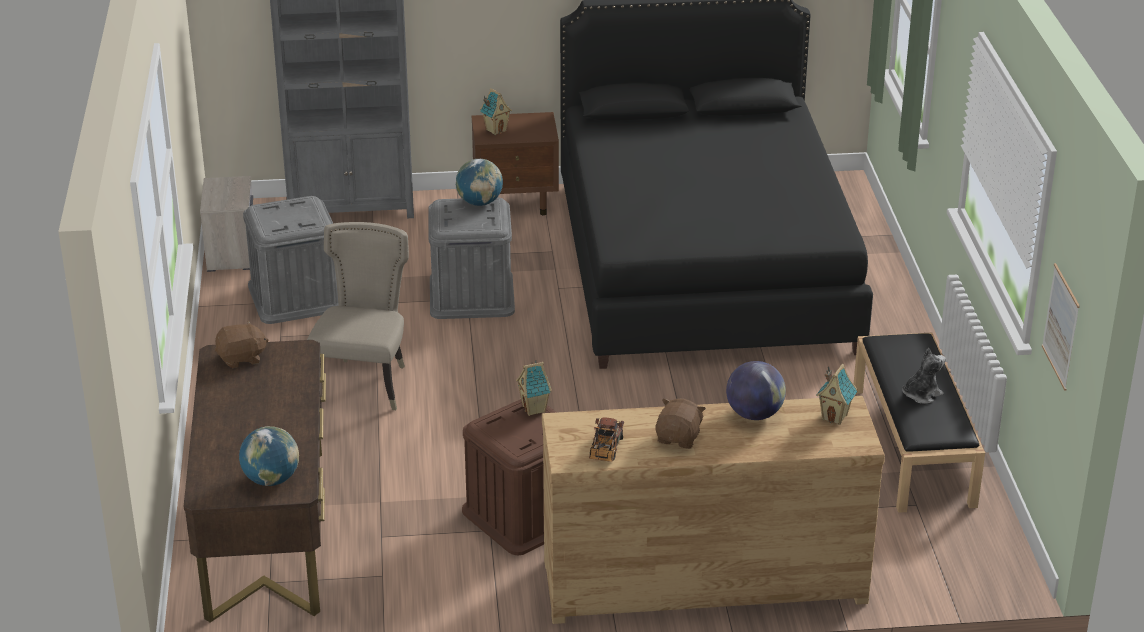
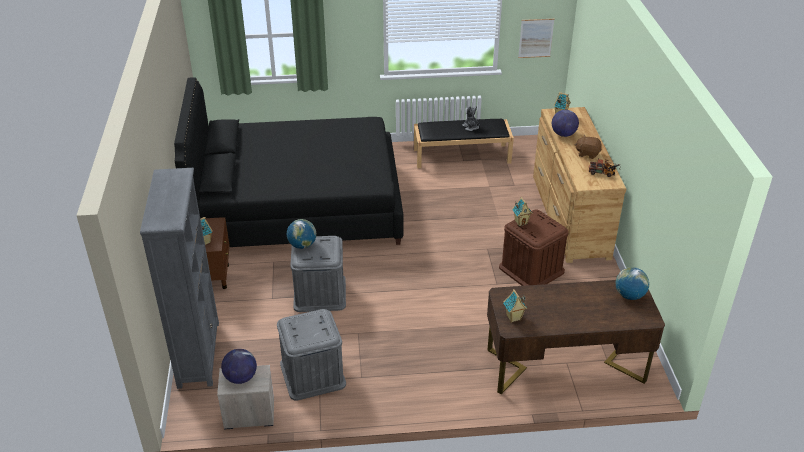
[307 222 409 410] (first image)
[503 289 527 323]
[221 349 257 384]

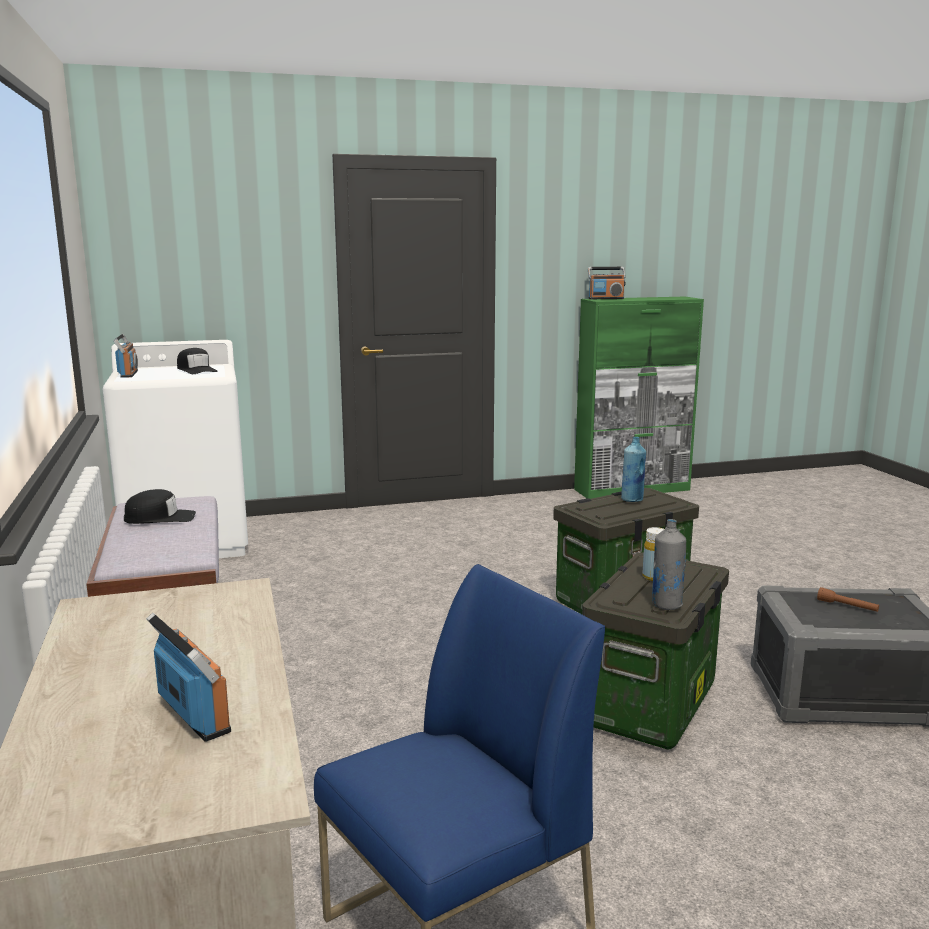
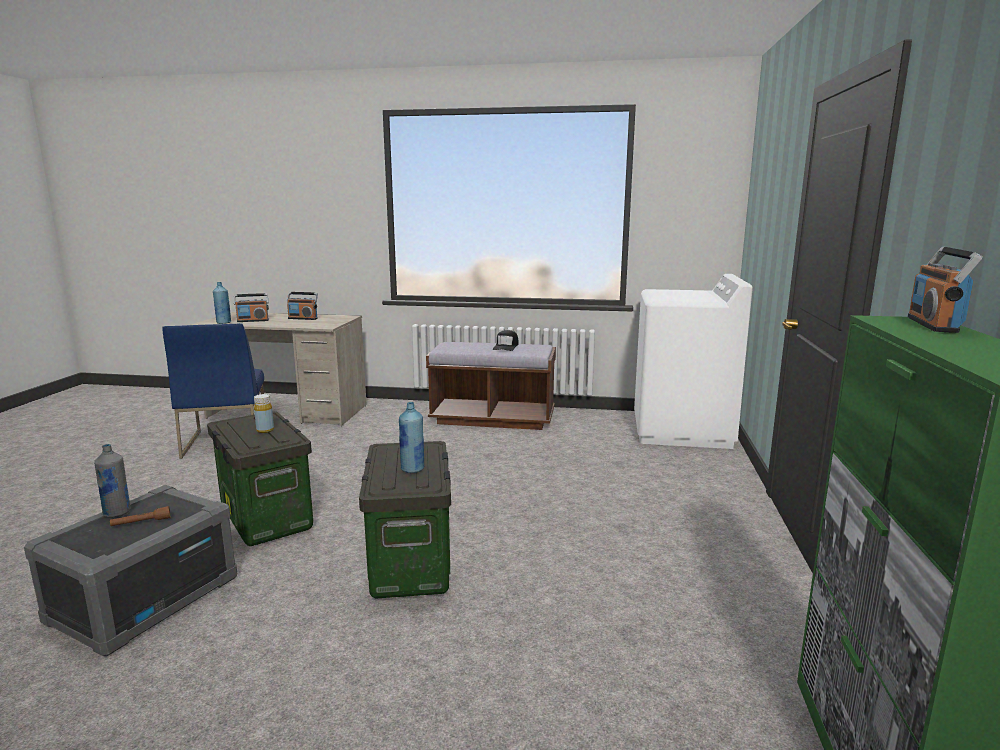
[287 292 318 320]
[177 348 218 374] (first image)
[94 444 130 517]
[213 282 231 324]

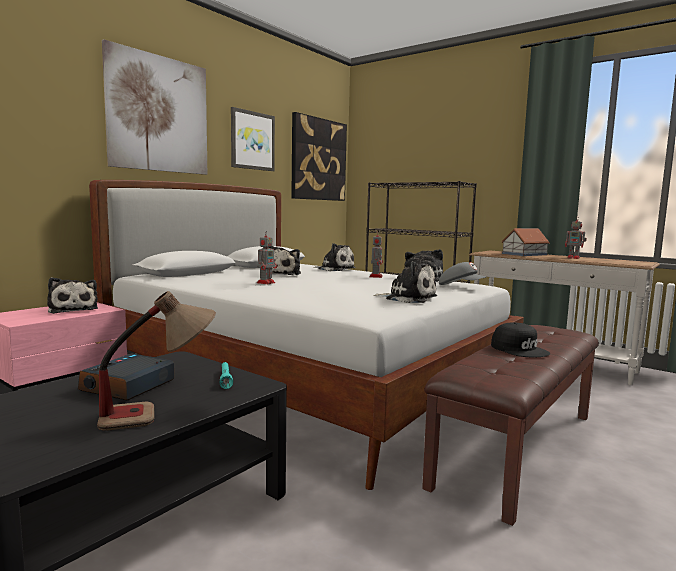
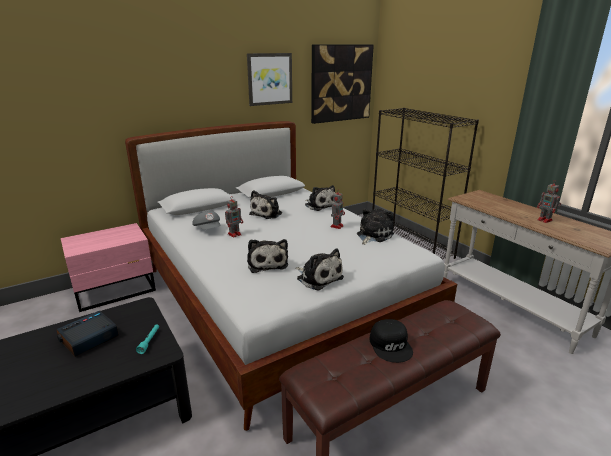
[102 39 207 175] (first image)
[501 228 550 256] (first image)
[192 211 221 229]
[247 239 288 273]
[97 291 216 431] (first image)

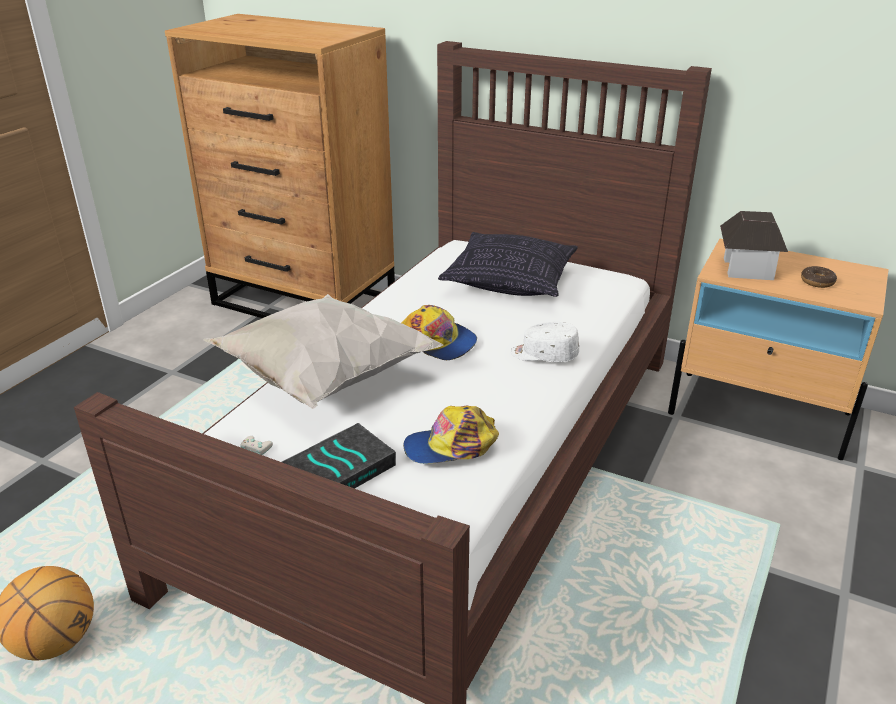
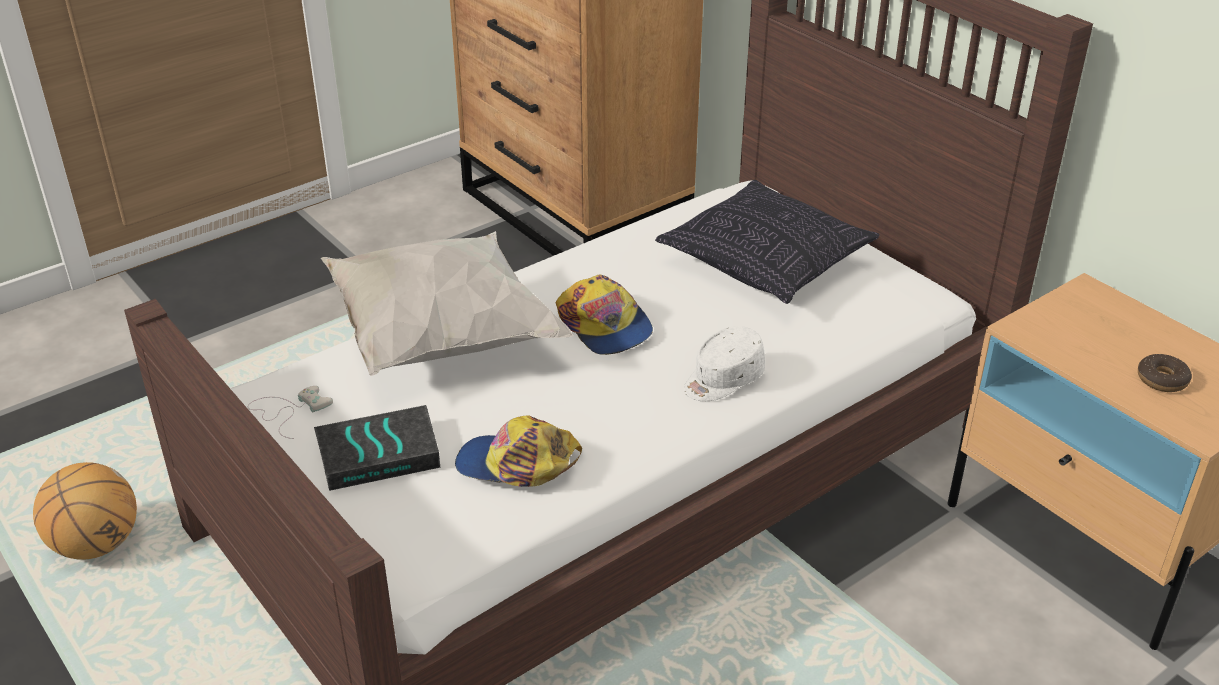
[720 211 788 280] (first image)
[684 326 765 401]

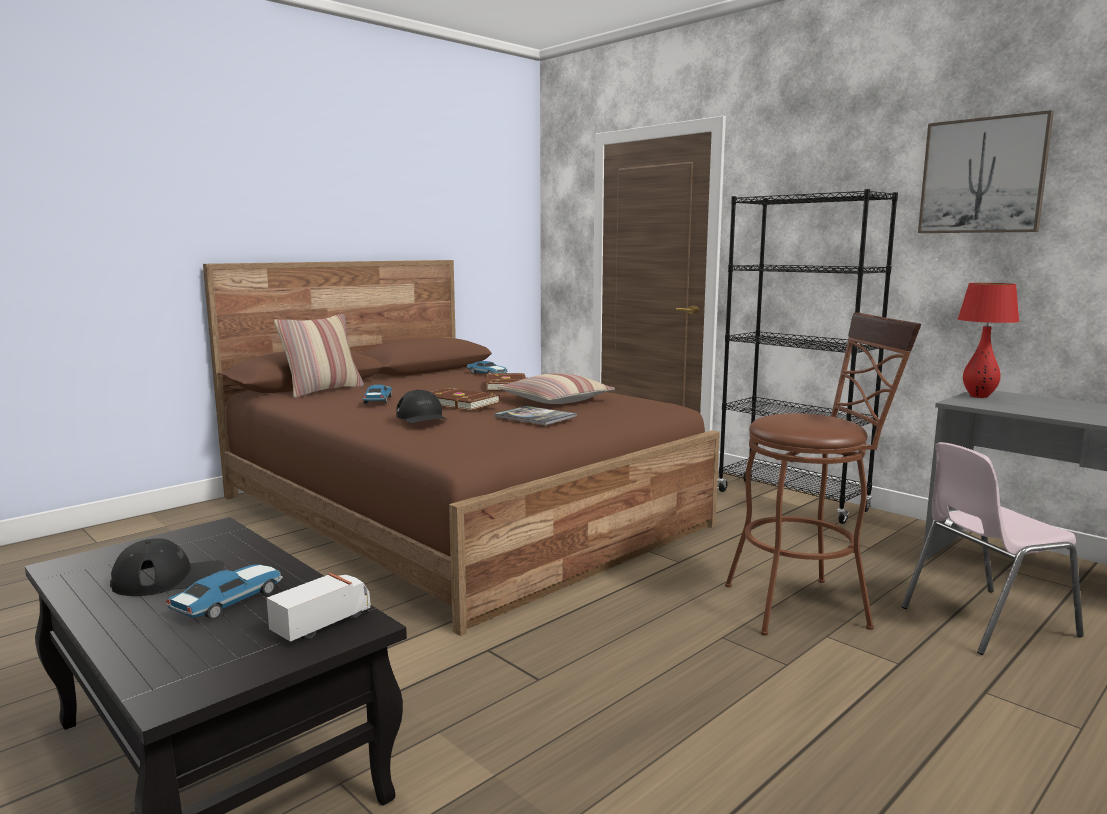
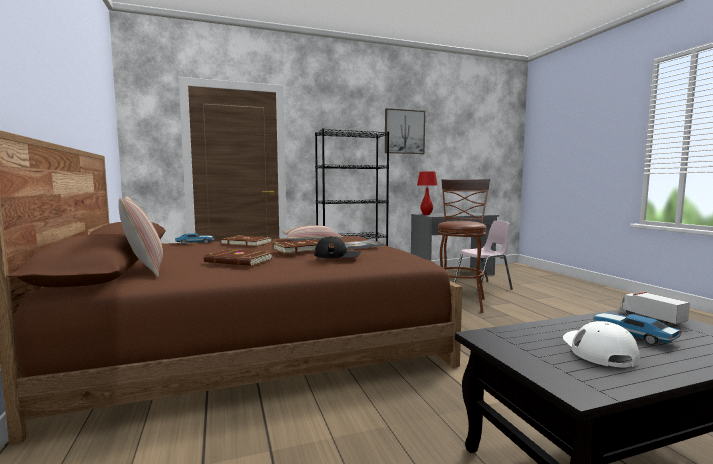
[204 249 273 266]
[453 221 513 294]
[563 321 640 367]

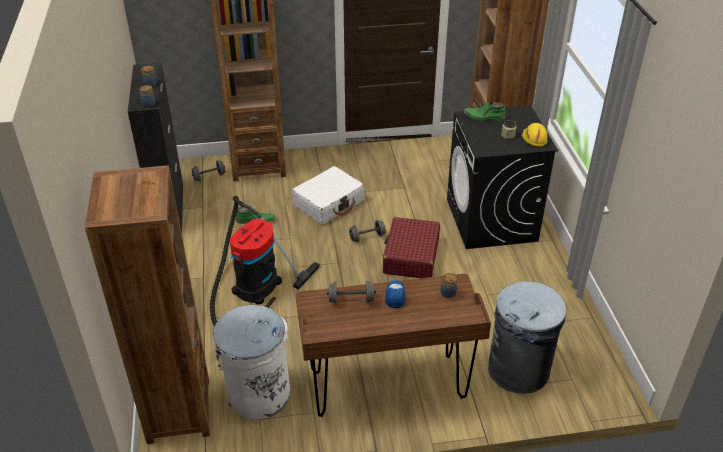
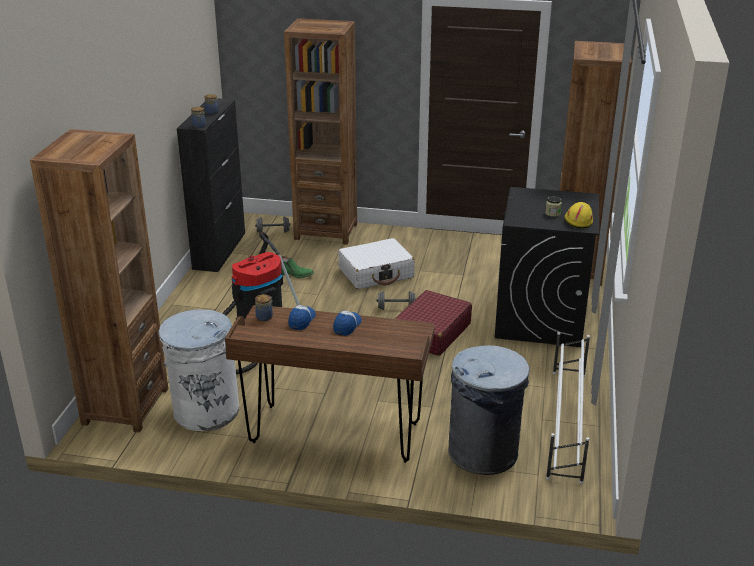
[463 101 506 121] (first image)
[255 294 273 321]
[288 305 316 330]
[546 332 590 484]

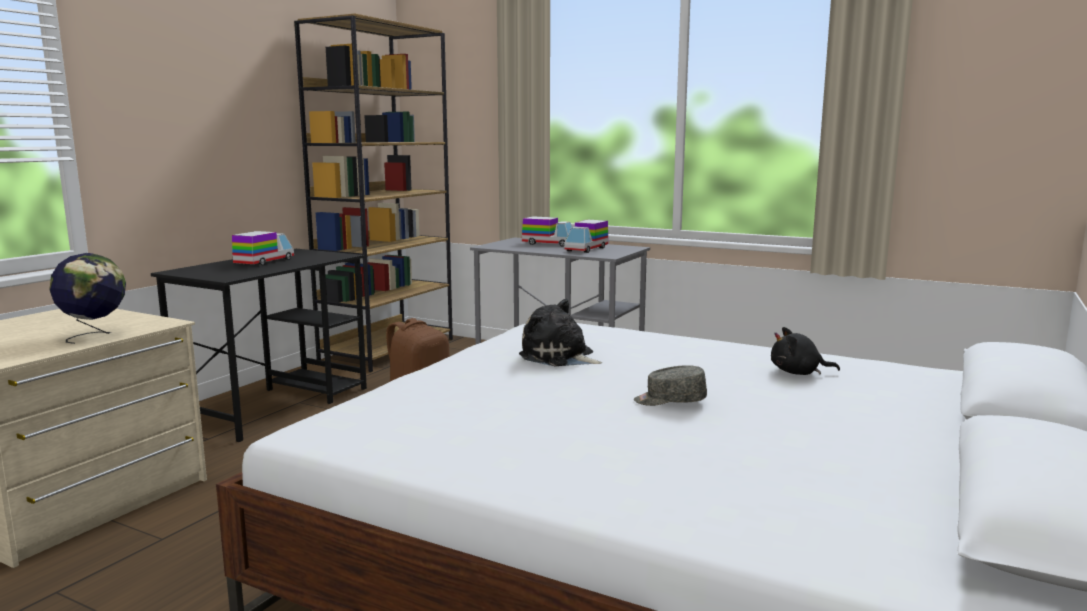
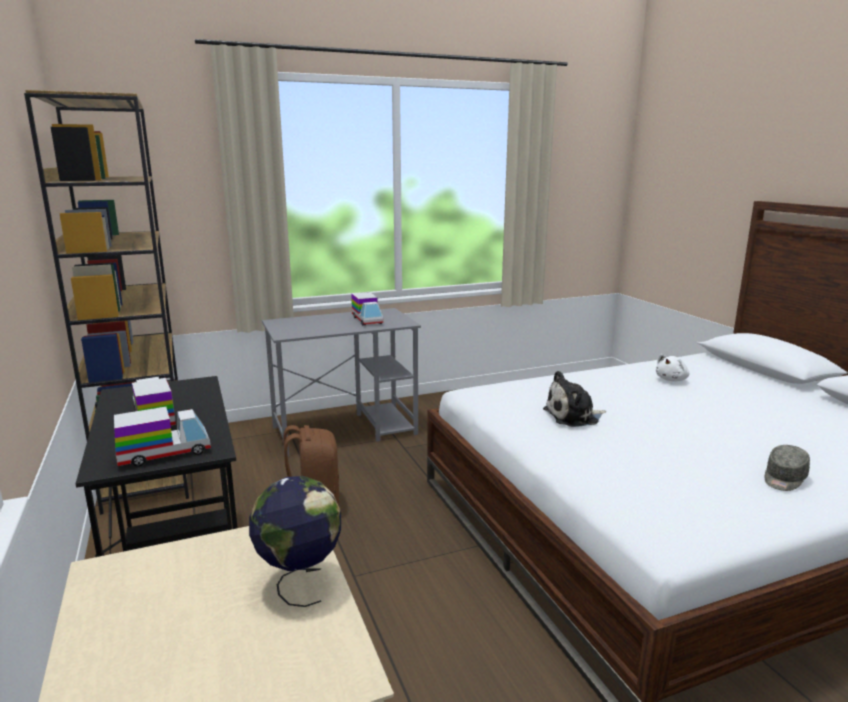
[114 407 211 467]
[656 354 689 381]
[765 445 810 491]

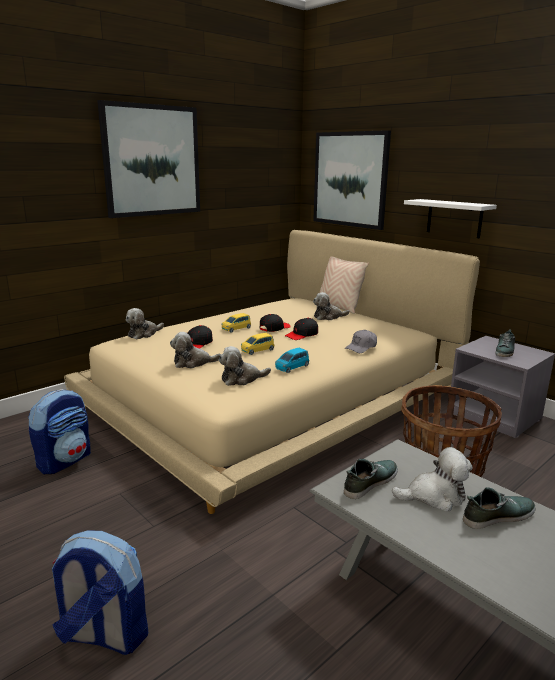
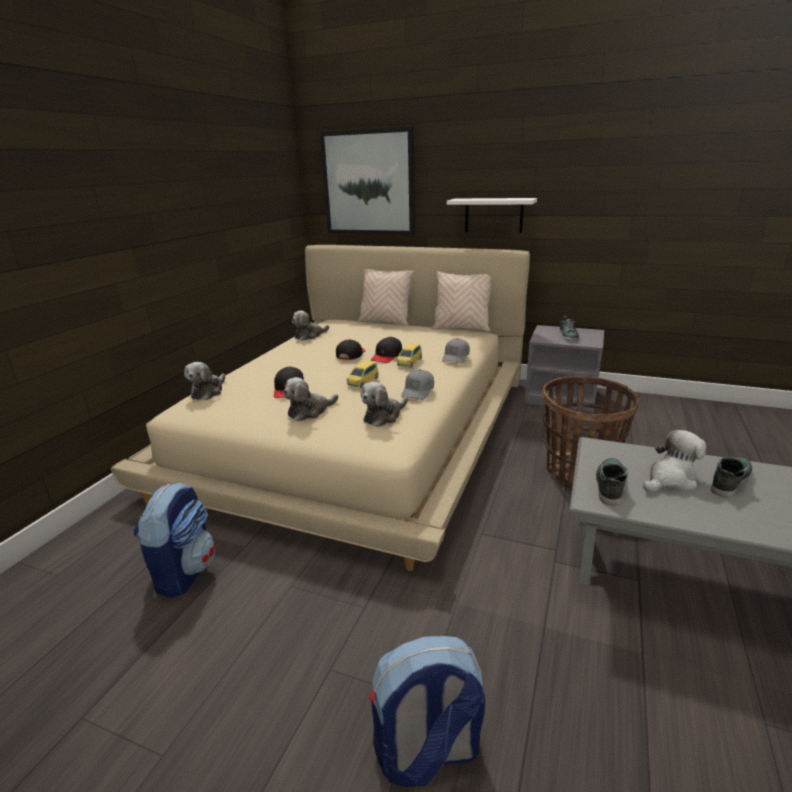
[97 100 200 218] (first image)
[292 311 329 341]
[397 343 422 368]
[401 369 434 400]
[432 271 491 331]

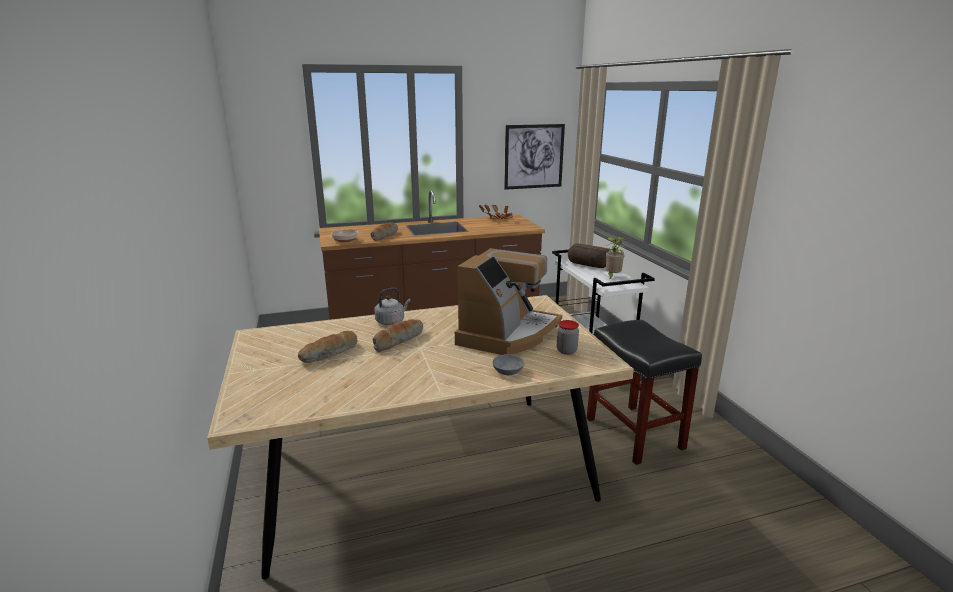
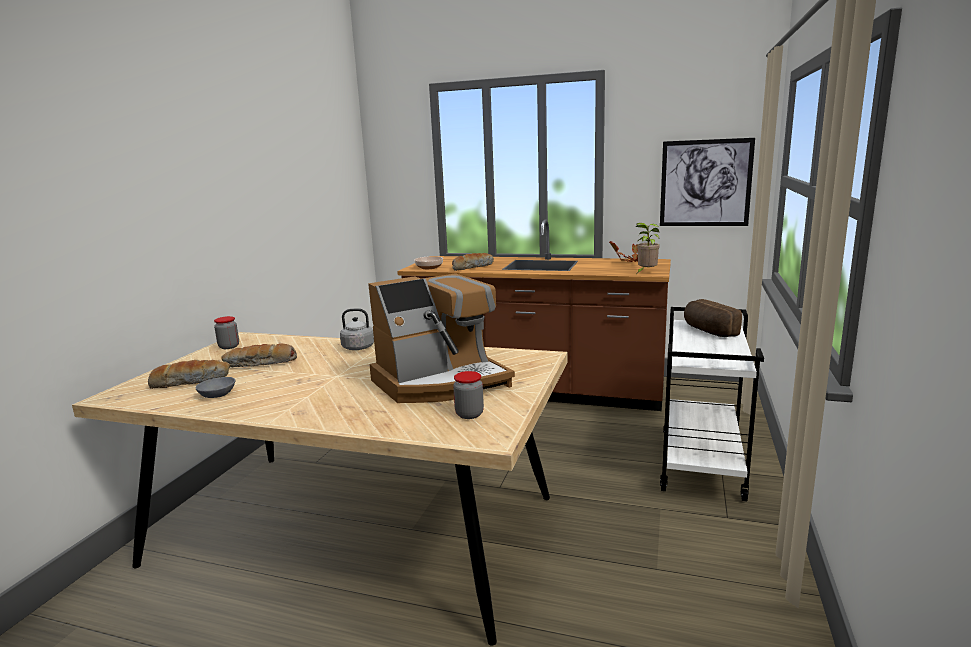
[636 223 660 273]
[148 360 230 389]
[587 320 702 465] (first image)
[195 377 236 398]
[214 316 239 349]

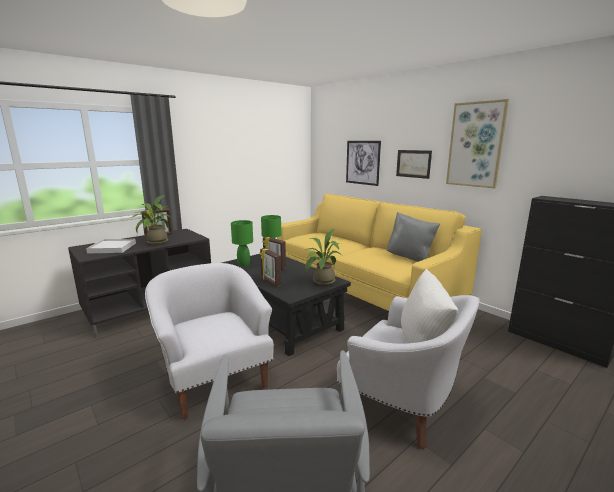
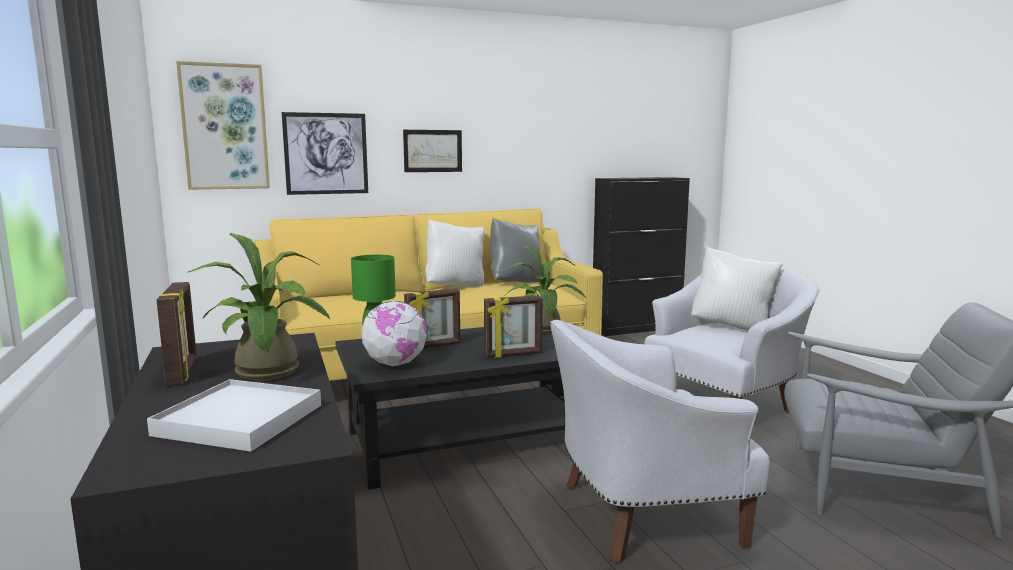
[176 61 270 190]
[361 301 427 366]
[425 219 484 287]

